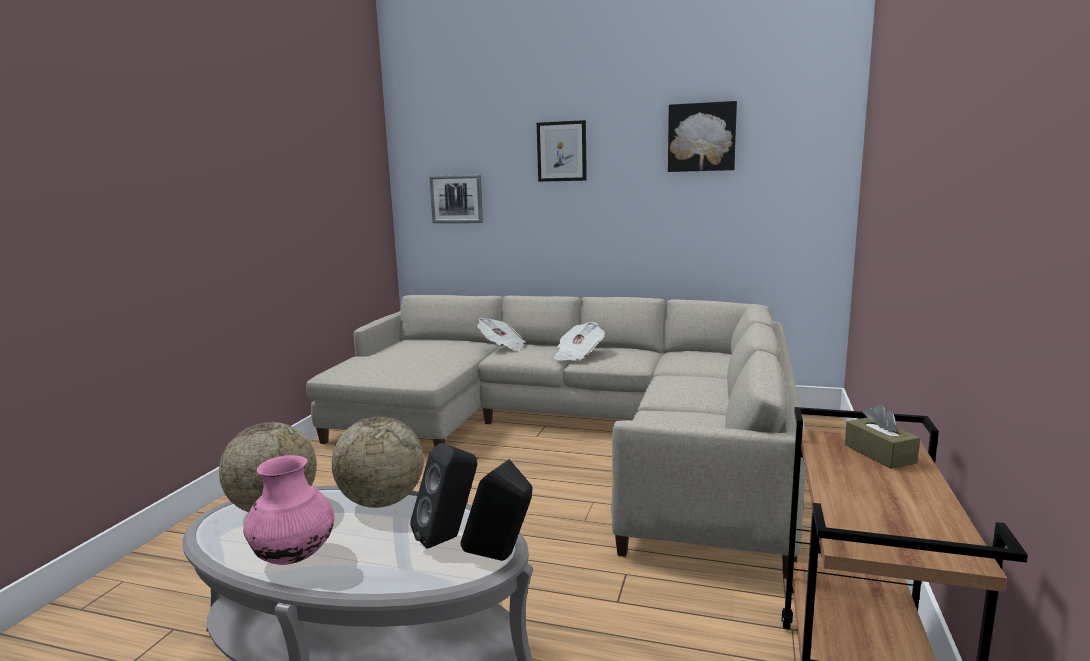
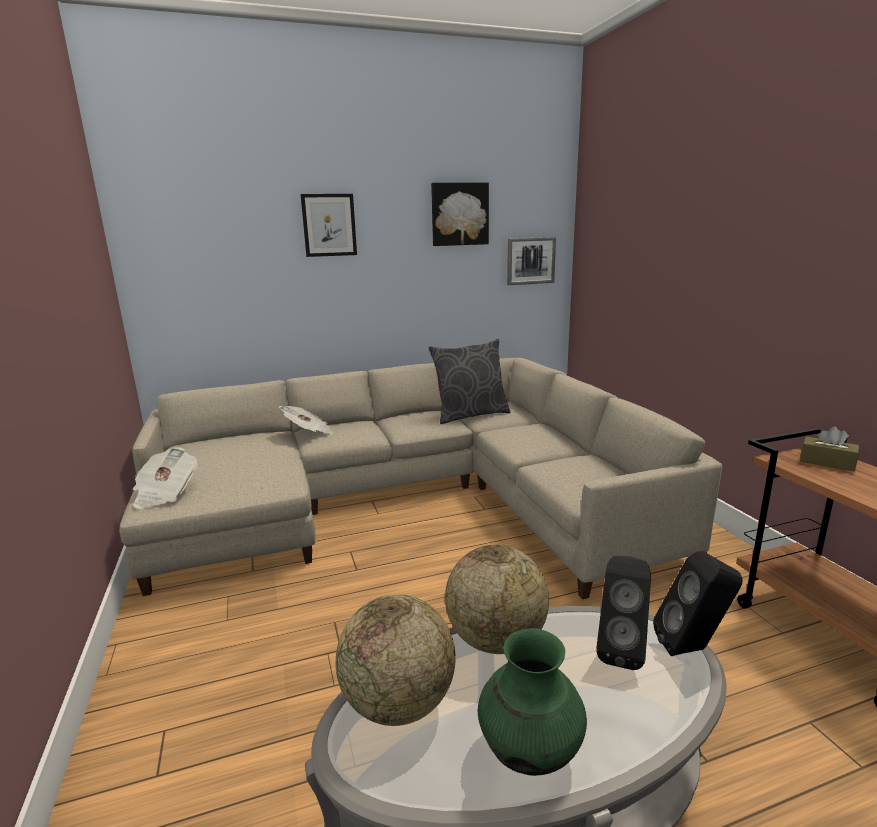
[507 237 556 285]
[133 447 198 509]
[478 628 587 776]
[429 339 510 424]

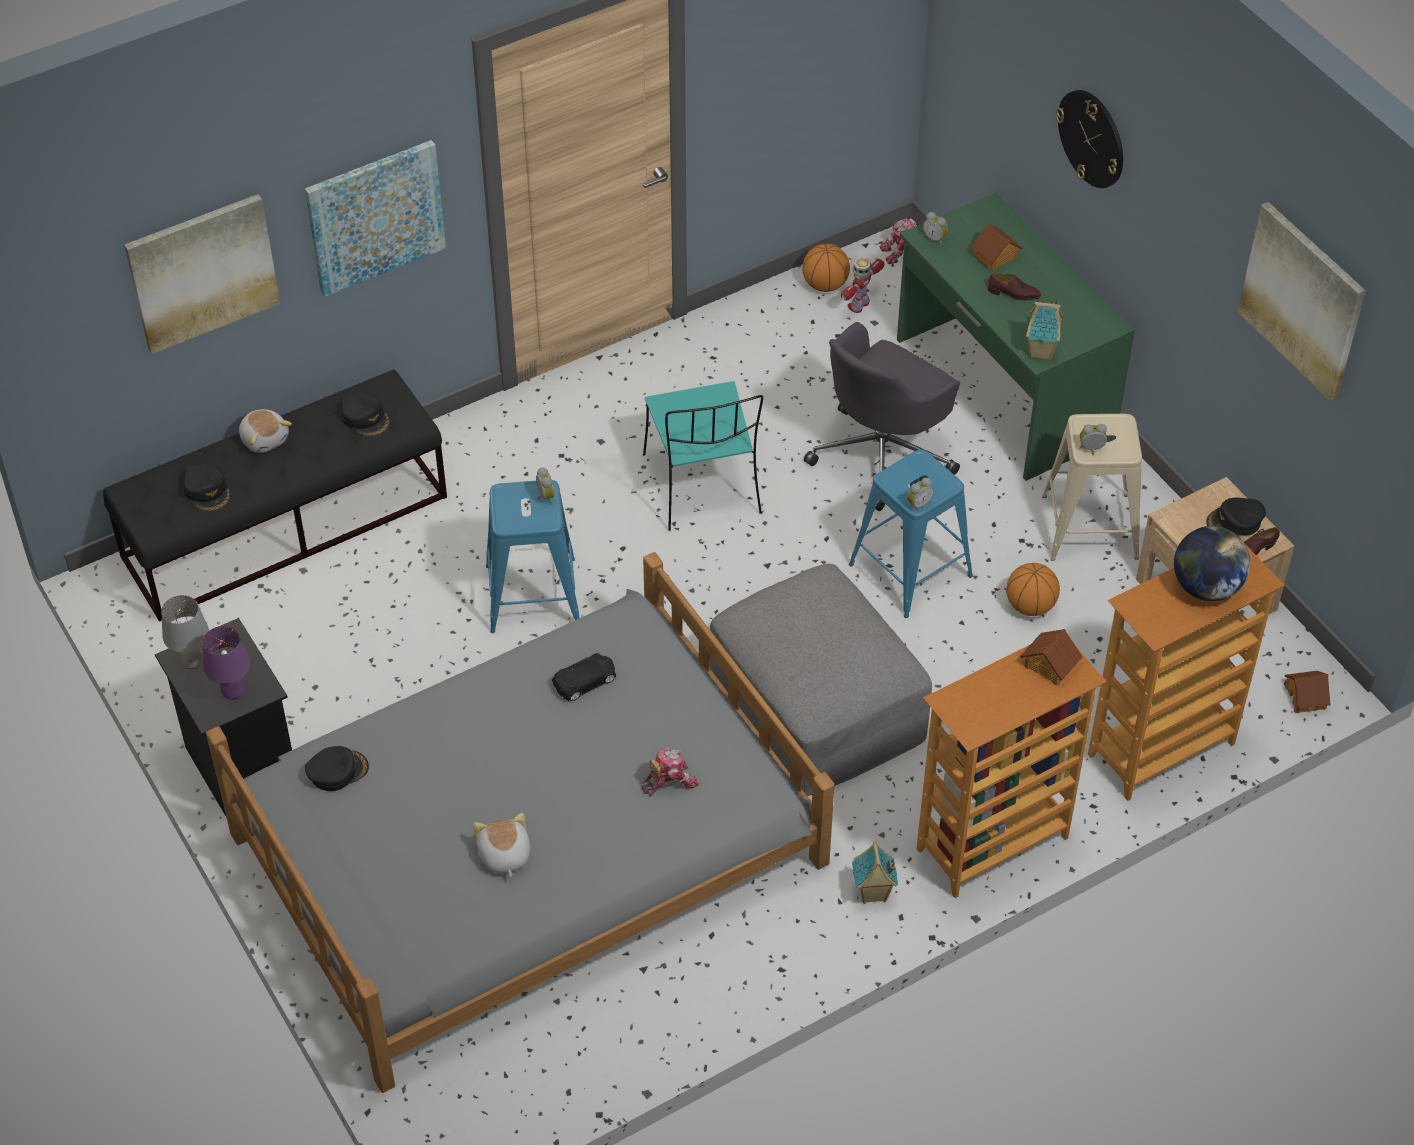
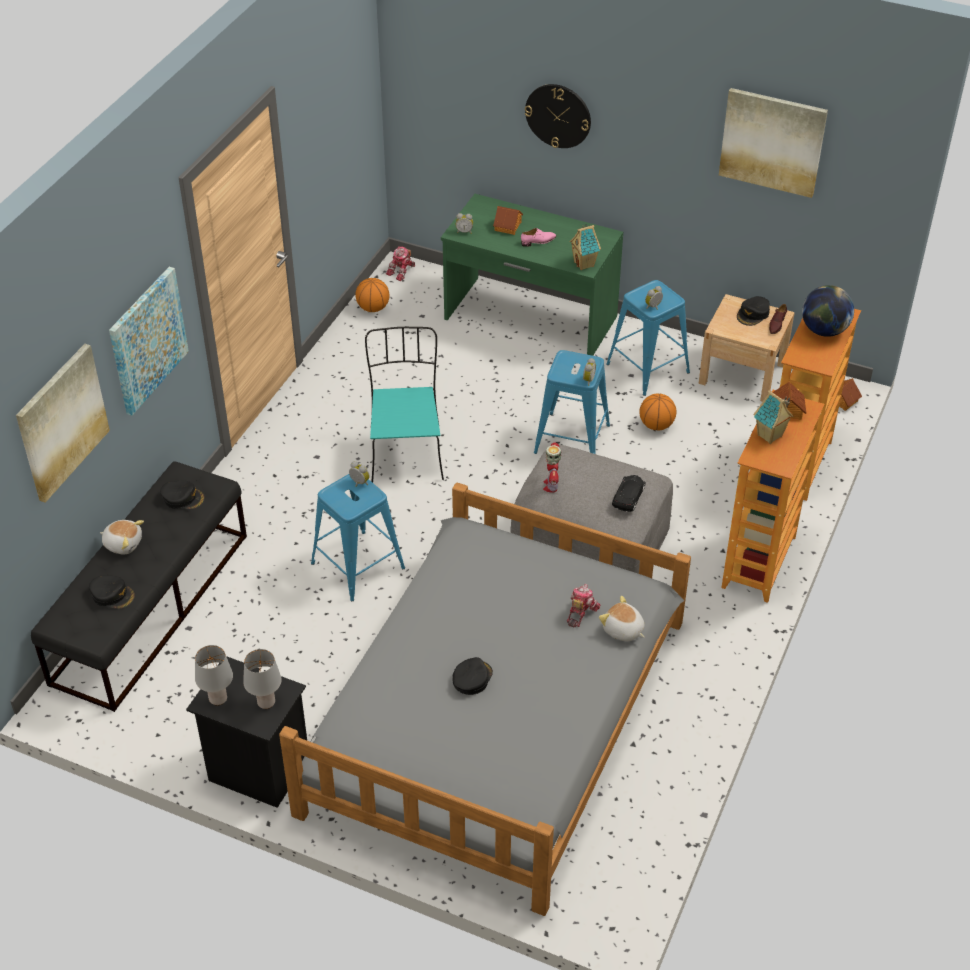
[543 443 561 493]
[521 228 556 247]
[804 322 960 511] (first image)
[365 327 444 483]
[606 280 690 396]
[243 649 282 709]
[612 475 646 512]
[452 657 493 695]
[599 596 645 641]
[753 390 793 444]

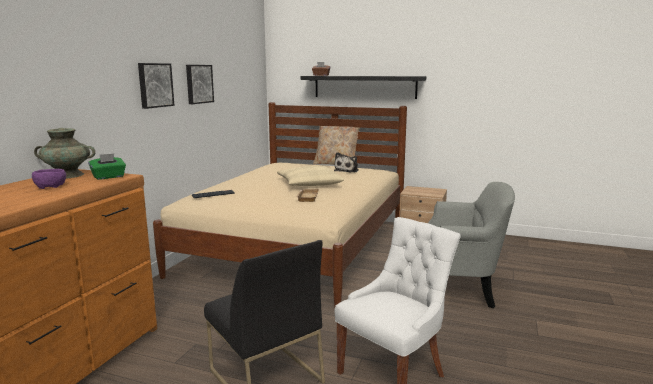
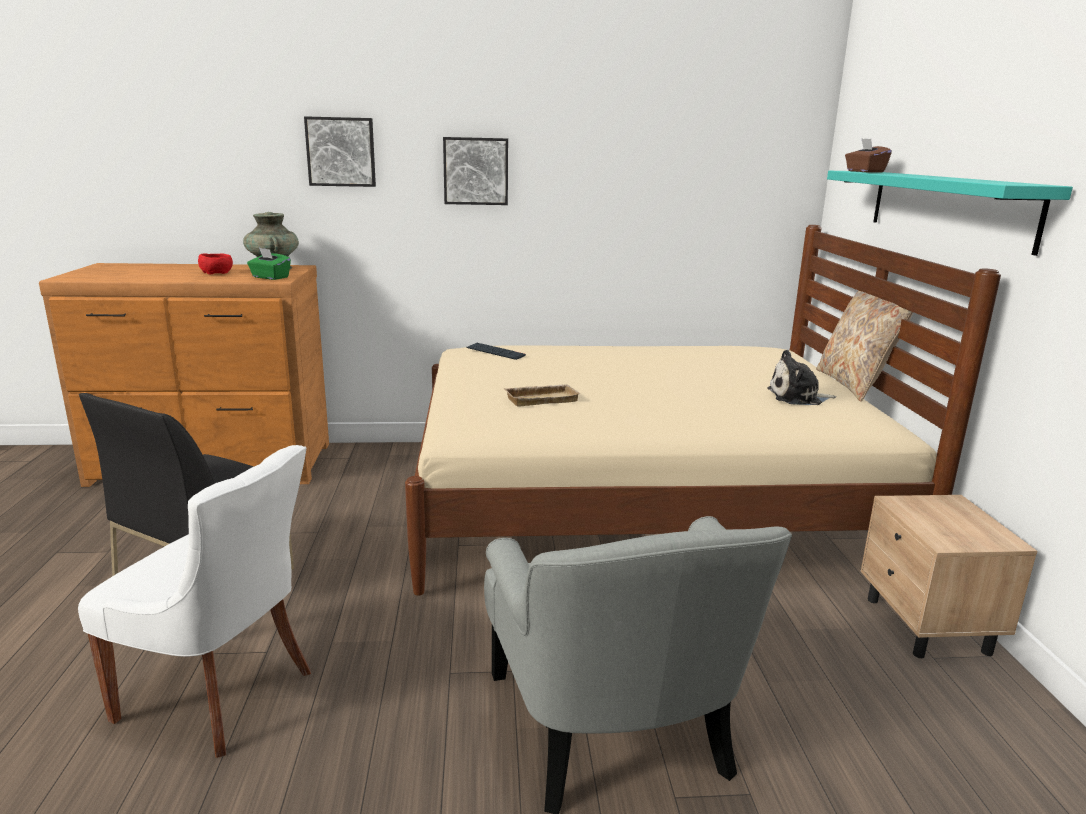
[304 116 376 187]
[827 171 1073 256]
[277 166 344 186] (first image)
[198 253 233 274]

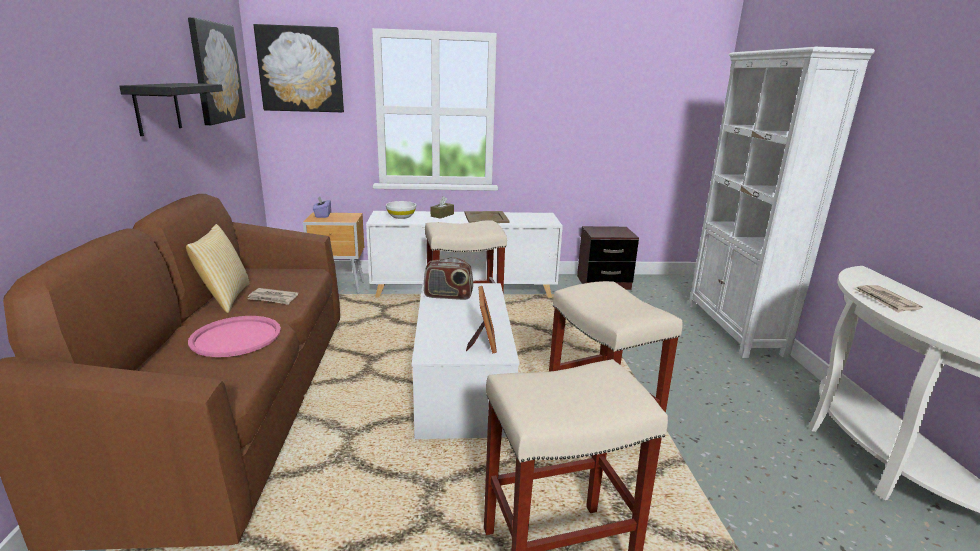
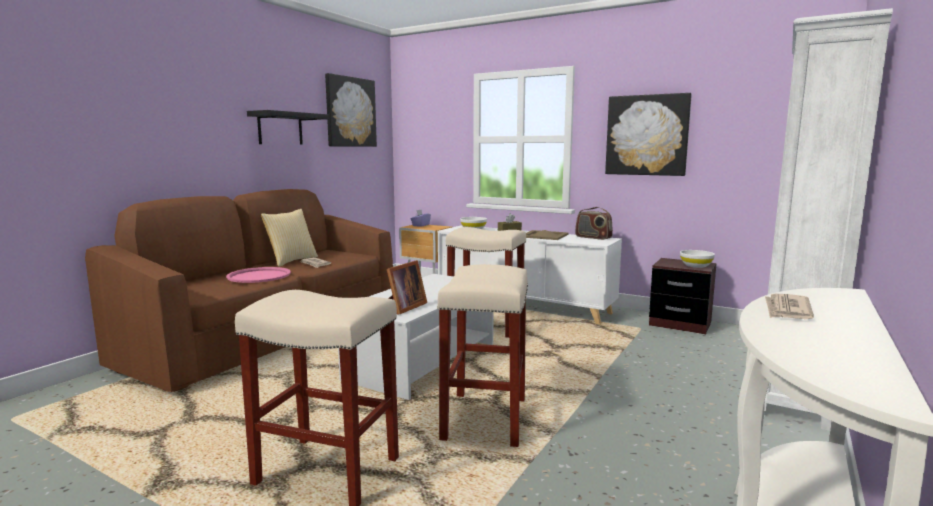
[605 93 692 176]
[575 207 613 240]
[680 250 715 268]

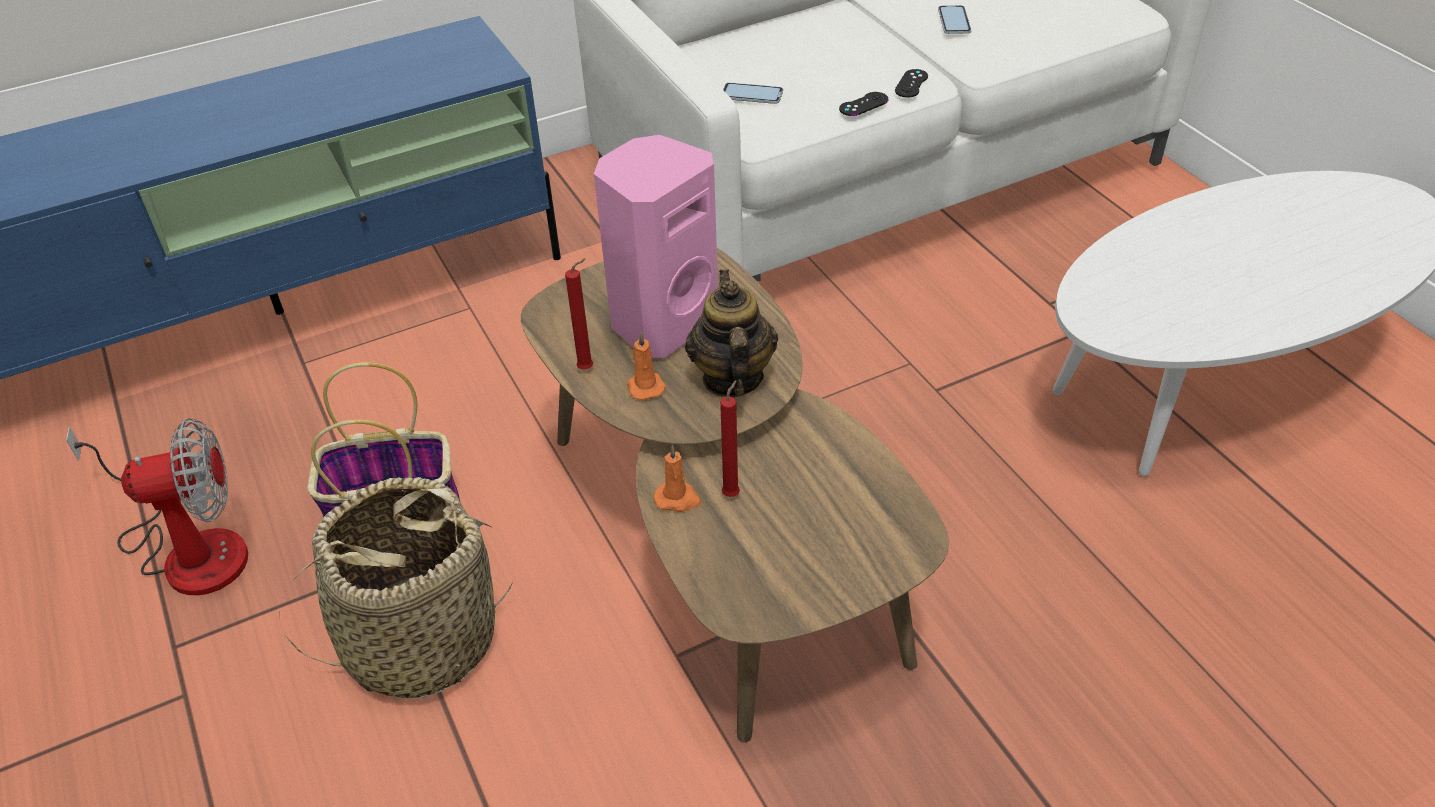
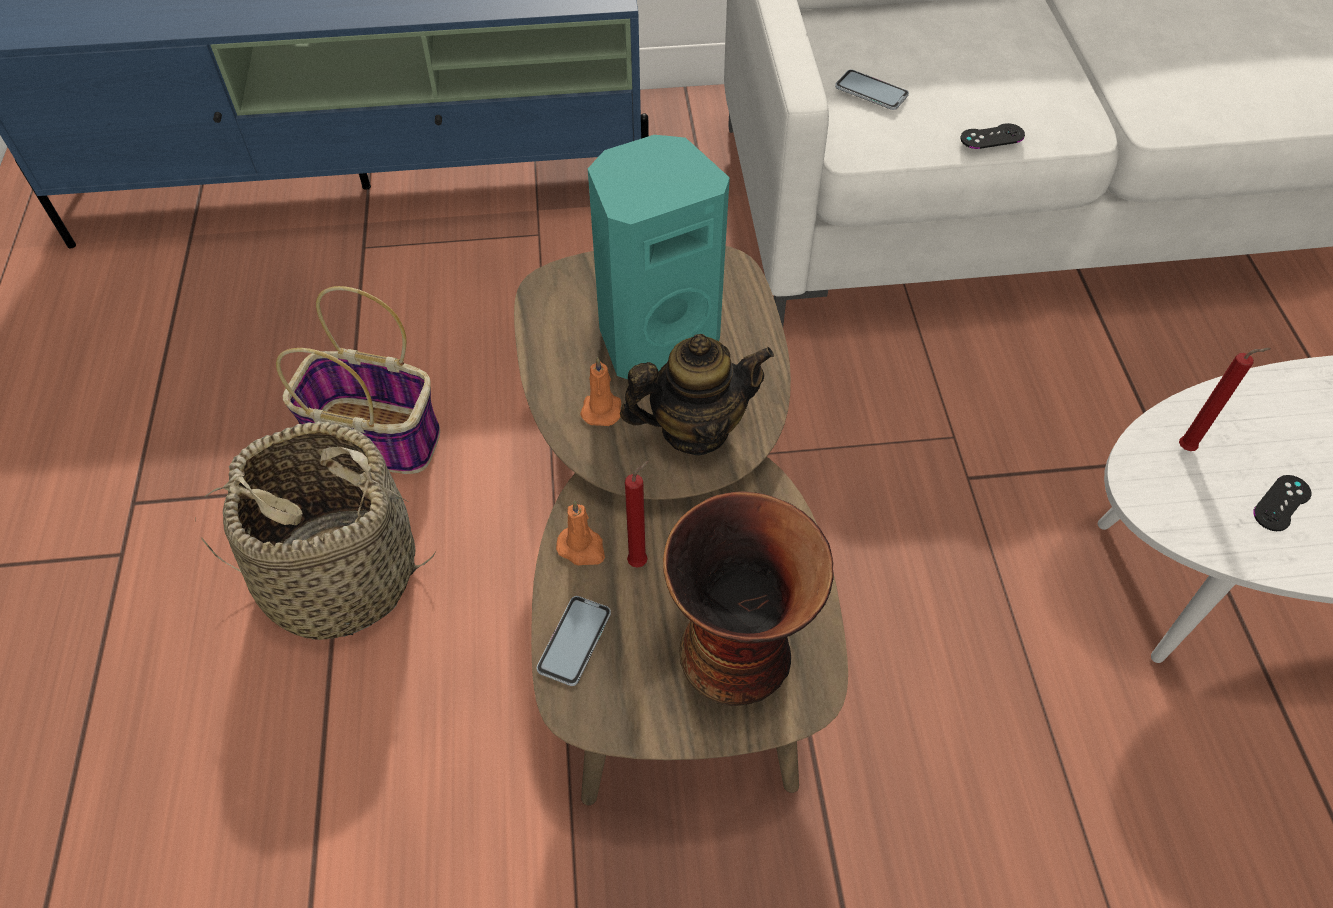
[537 596 611 686]
[1253 475 1311 531]
[588 135 730 379]
[1179 348 1271 451]
[620 334 774 455]
[66 418 248 595] (first image)
[663 491 834 706]

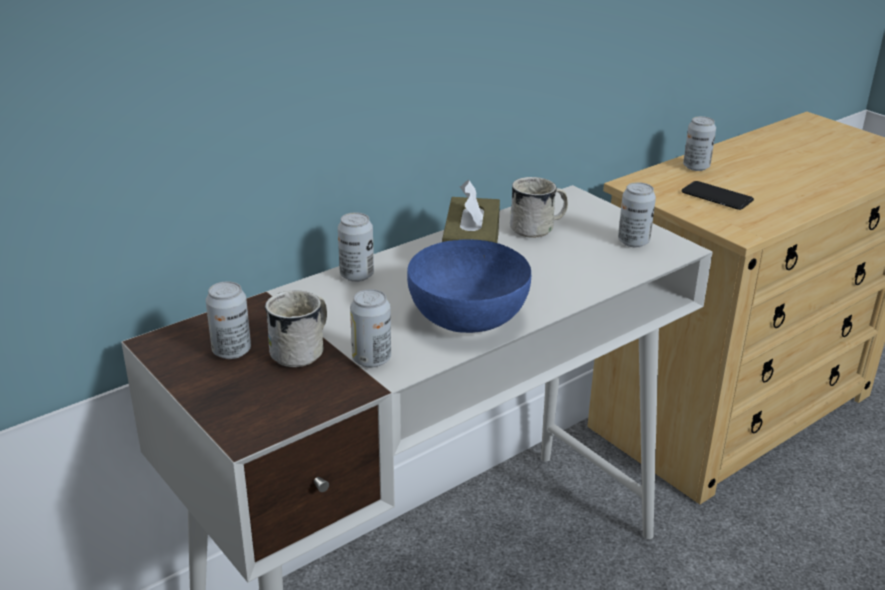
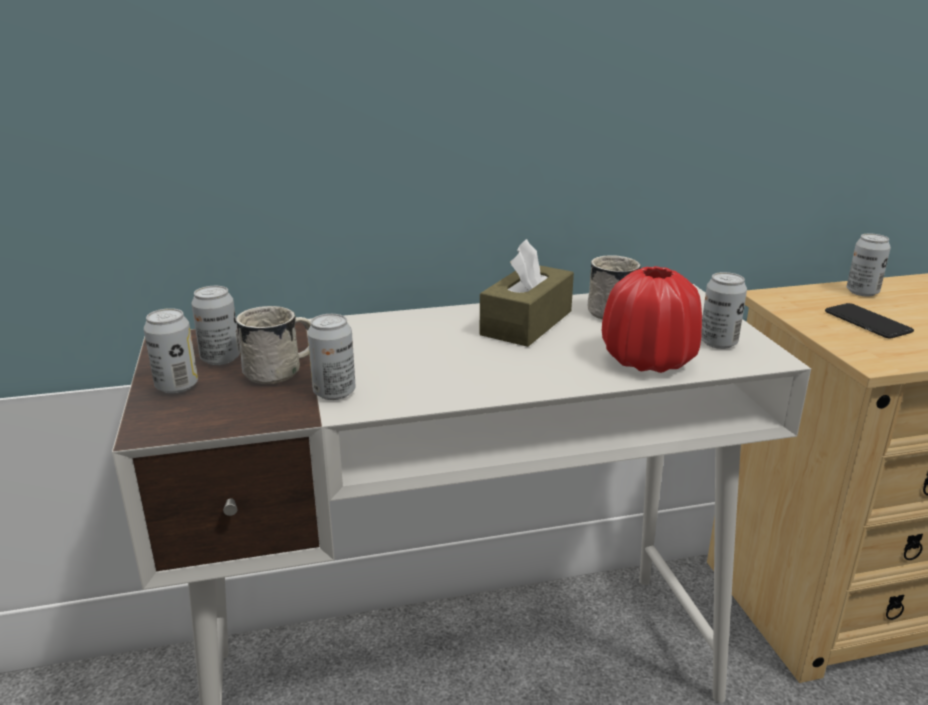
[144 308 198 394]
[407 239 531 333] (first image)
[602 266 702 373]

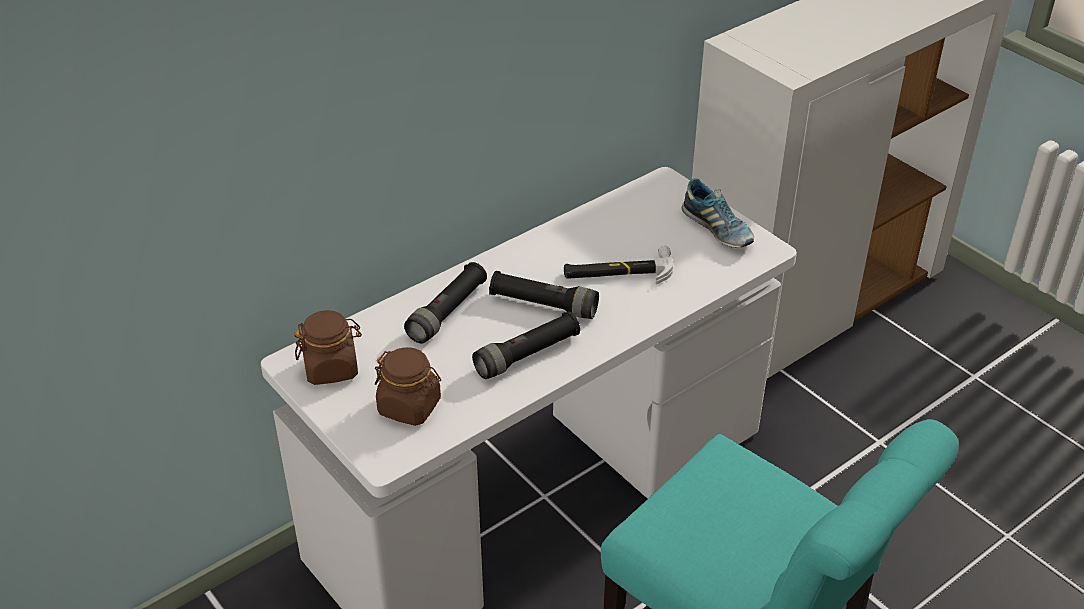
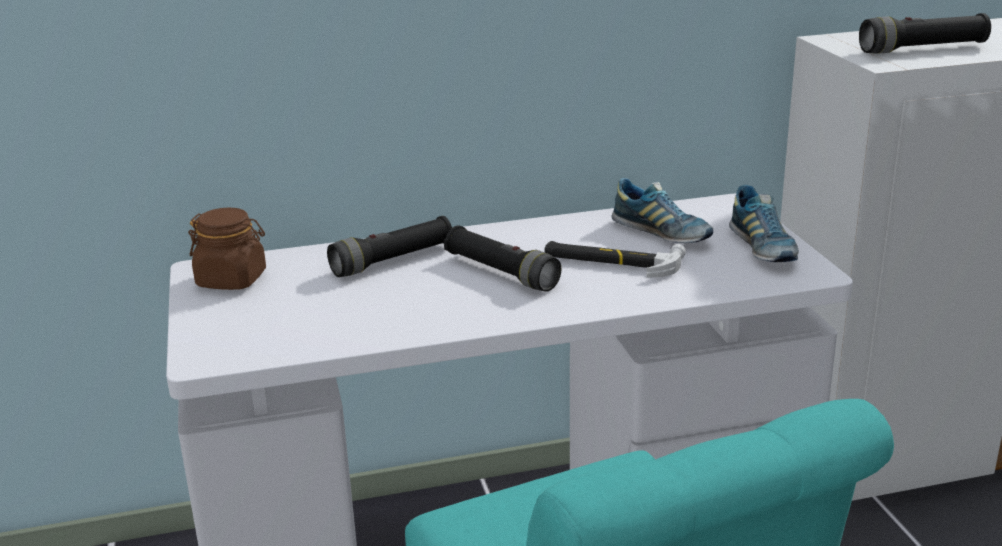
[859 13 991 54]
[375 347 441 426] (first image)
[611 178 713 243]

